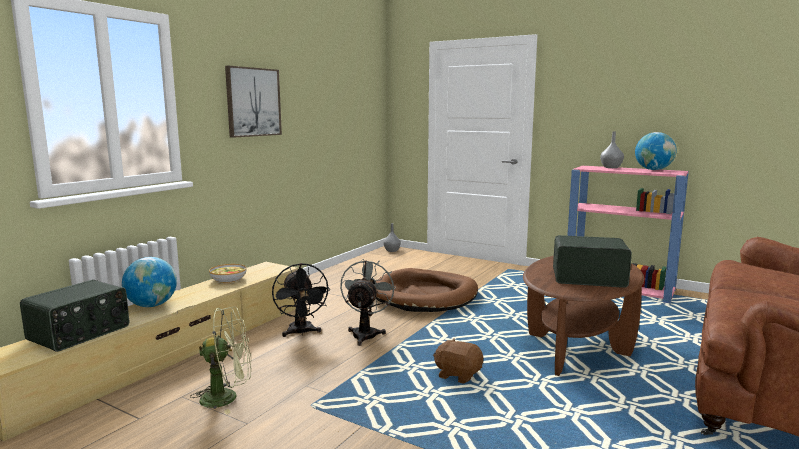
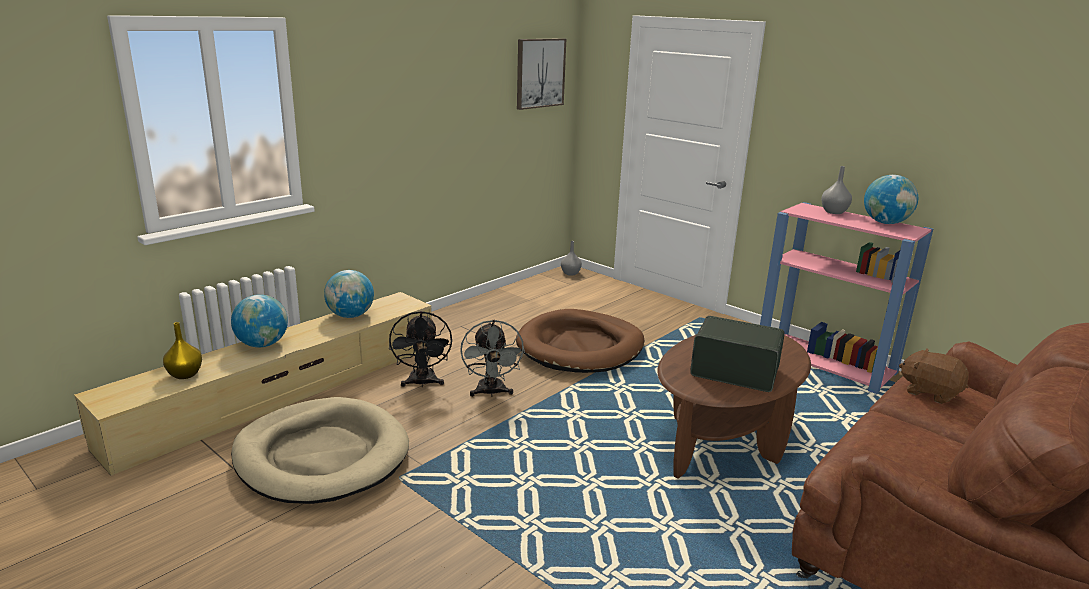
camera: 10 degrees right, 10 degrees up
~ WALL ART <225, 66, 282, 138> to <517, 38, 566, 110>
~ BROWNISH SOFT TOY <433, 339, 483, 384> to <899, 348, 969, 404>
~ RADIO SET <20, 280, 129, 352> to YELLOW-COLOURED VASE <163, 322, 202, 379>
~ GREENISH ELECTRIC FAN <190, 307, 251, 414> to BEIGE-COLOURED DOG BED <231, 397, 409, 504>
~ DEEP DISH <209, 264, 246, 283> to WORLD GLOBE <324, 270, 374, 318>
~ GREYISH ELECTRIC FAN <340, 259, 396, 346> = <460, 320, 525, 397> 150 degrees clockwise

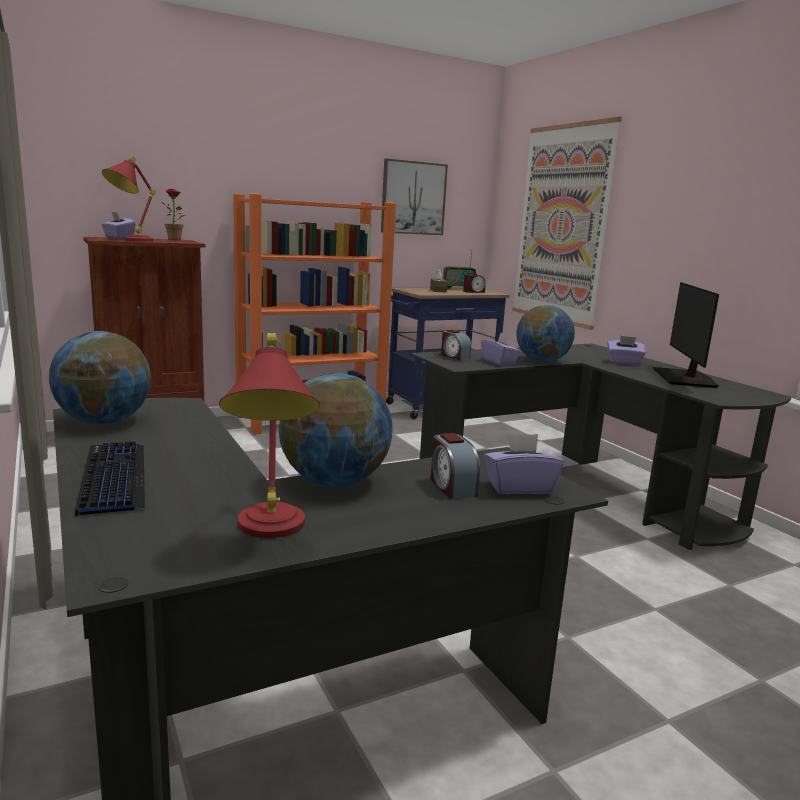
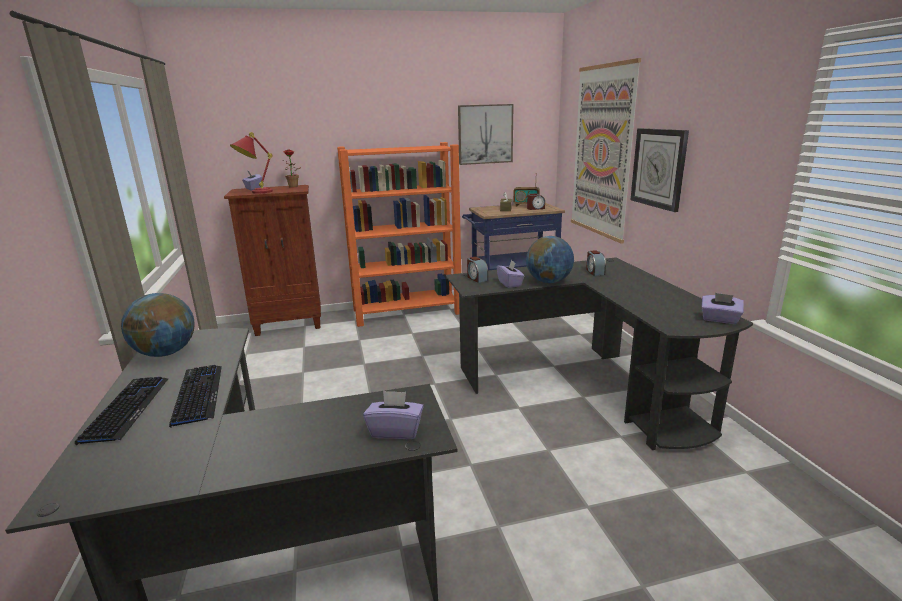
camera: 15 degrees right, 5 degrees up
- REDDISH LAMP FOR A TABLE <219, 333, 320, 538>
- WORLD GLOBE <279, 373, 393, 487>
- COMPUTER DISPLAY <653, 282, 719, 388>
+ KEYBOARD <169, 365, 222, 427>
+ CLOCK ON THE WALL <630, 128, 689, 212>
~ BEDSIDE CLOCK <431, 433, 480, 499> to <586, 250, 606, 276>
~ PURPLE-COLOURED TISSUE BOX <607, 335, 646, 365> to <702, 293, 744, 324>

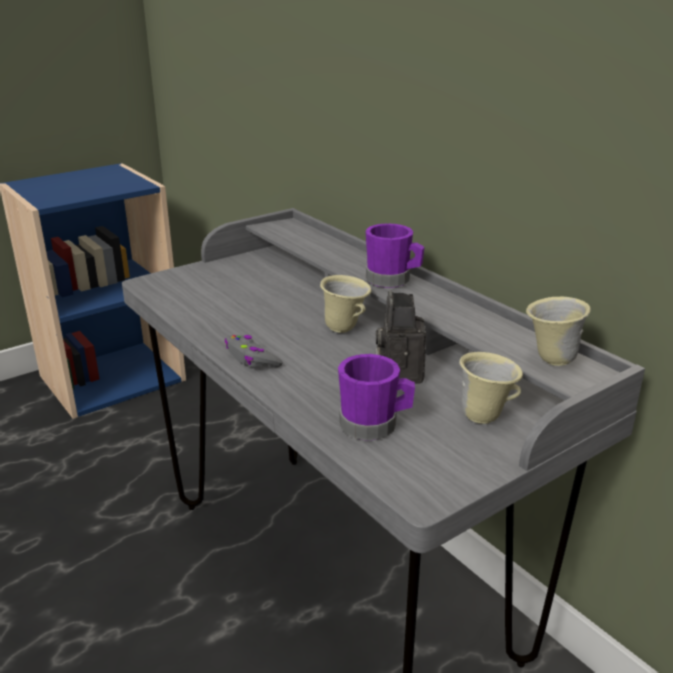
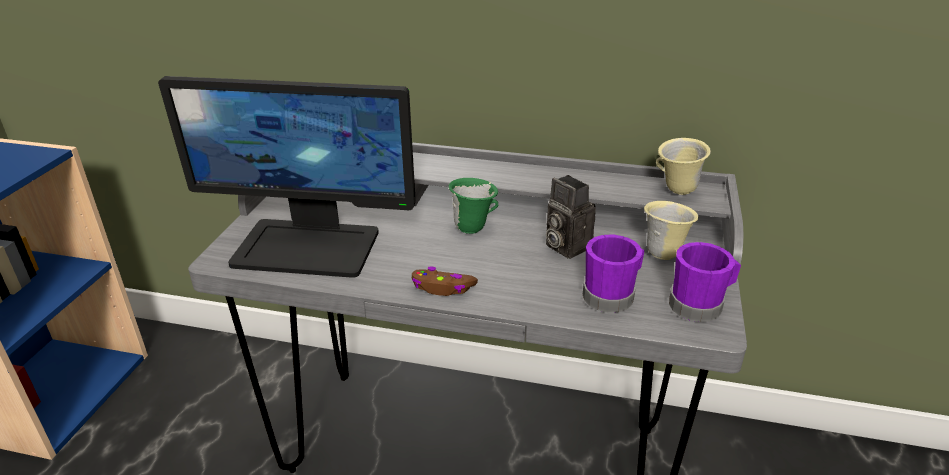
camera: 40 degrees left, 5 degrees up
+ COMPUTER DISPLAY <158, 76, 416, 278>
~ PURPLE-COLOURED TEA MUG <366, 223, 425, 288> to <669, 242, 741, 322>
~ GREYISH GAMEPAD <225, 335, 283, 368> to BROWNISH GAMEPAD <412, 266, 478, 296>
~ BEIGE-COLOURED TEA MUG <320, 275, 371, 333> to GREENISH TEA MUG <449, 178, 498, 234>

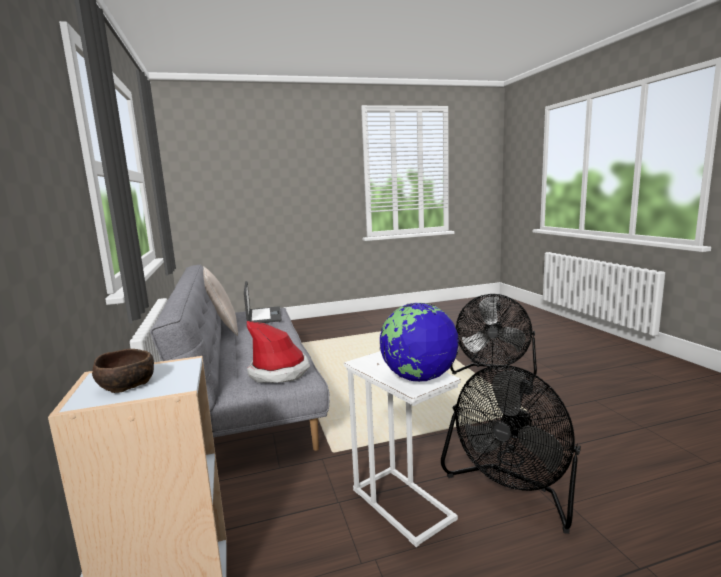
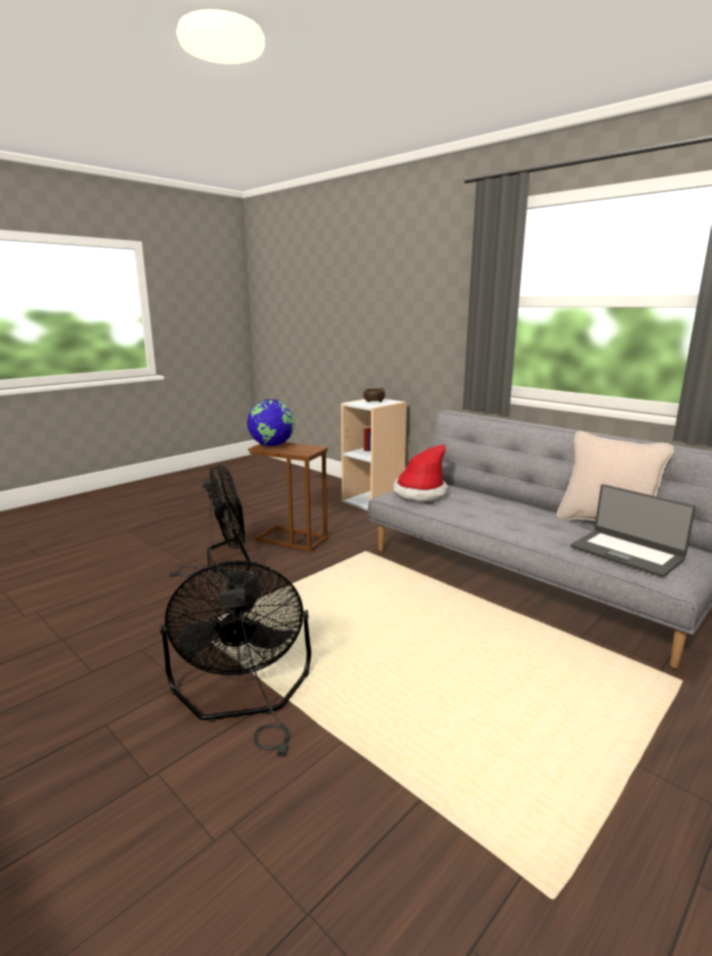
camera: 150 degrees right, 5 degrees up
~ WHITE END TABLE <344, 351, 460, 547> to BROWNISH END TABLE <248, 442, 328, 552>
~ BLACK ELECTRIC FAN <441, 365, 581, 534> = <167, 464, 250, 577> 60 degrees clockwise

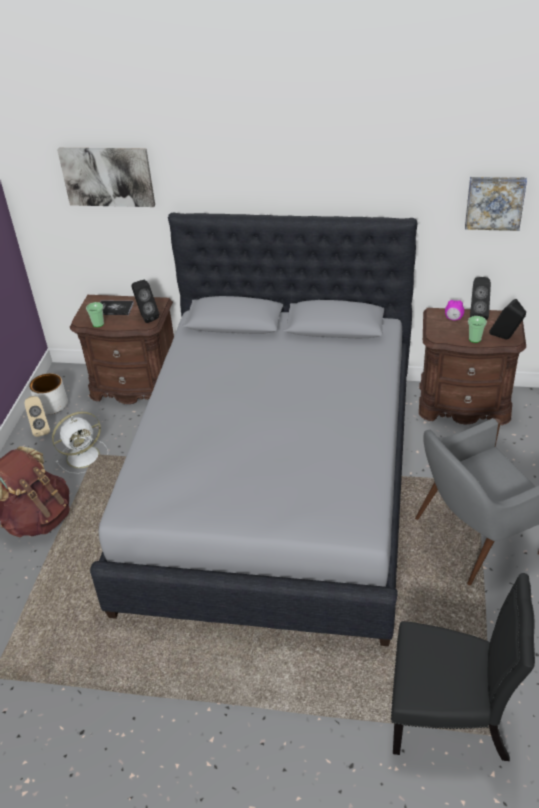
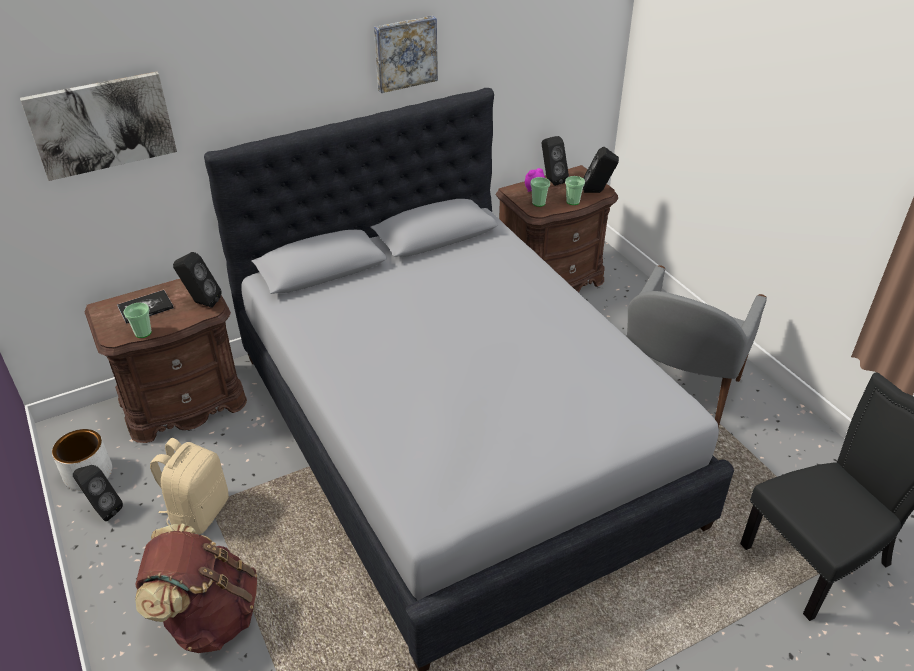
camera: 40 degrees left, 0 degrees up
+ SMALL CUP <531, 177, 550, 207>
~ WALL ART <465, 177, 527, 231> to <374, 16, 438, 93>
~ WHITE ELECTRIC FAN <52, 411, 108, 474> to BEIGE-COLOURED KNAPSACK <150, 438, 228, 534>
~ BEIGE-COLOURED AUDIO SPEAKER <25, 396, 50, 437> to BLACK AUDIO SPEAKER <73, 465, 123, 521>

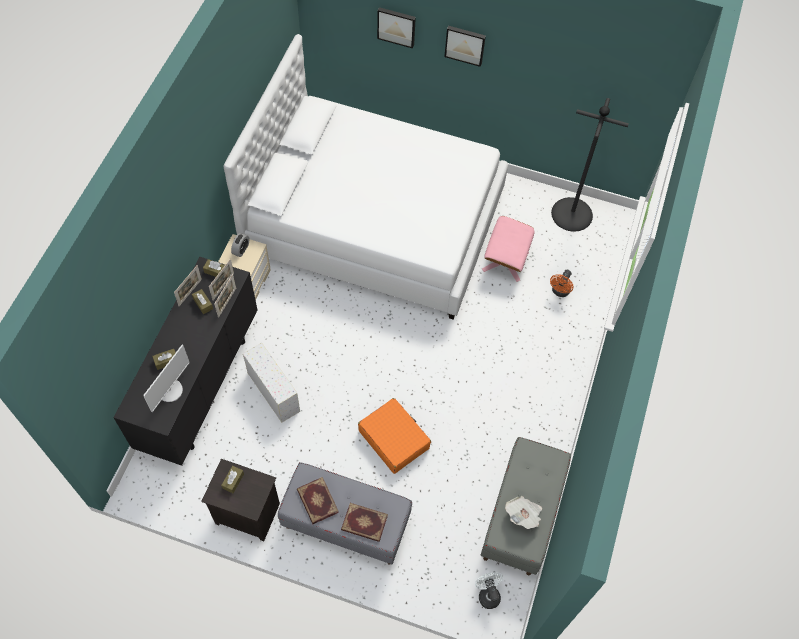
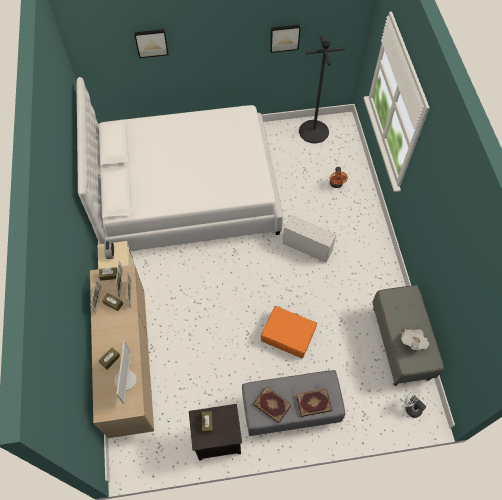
camera: 25 degrees left, 0 degrees up
- PINK-COLOURED OTTOMAN <482, 216, 535, 282>
~ WHITE STORAGE BOX <243, 343, 300, 422> to <283, 215, 336, 263>
~ WALL ART <444, 26, 486, 67> to <270, 25, 301, 53>
~ BLACK CHEST OF DRAWERS <113, 257, 257, 466> to BEIGE-COLOURED CHEST OF DRAWERS <90, 264, 154, 438>

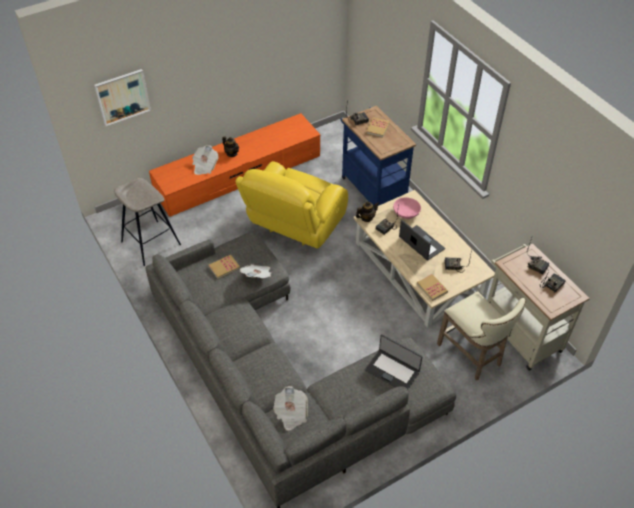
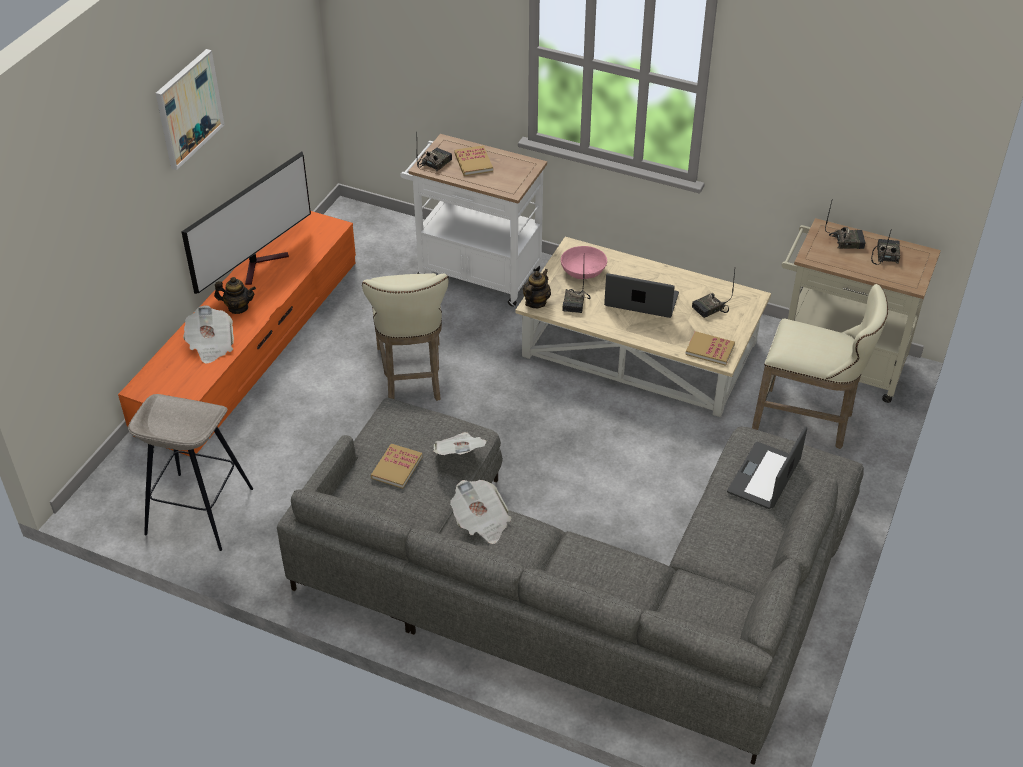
camera: 35 degrees left, 5 degrees down
+ TV <181, 152, 311, 294>
~ WALL ART <94, 69, 151, 126> to <156, 49, 224, 170>
~ DAILY PAPER <273, 386, 308, 431> to <450, 480, 512, 544>
~ YELLOW-COLOURED EASY CHAIR <235, 161, 348, 248> to BEIGE-COLOURED STOOL SEAT <362, 273, 449, 401>
~ BLUE-COLOURED CART <340, 106, 416, 206> to WHITE CART <400, 134, 547, 307>
~ PORTABLE COMPUTER <365, 334, 423, 390> = <727, 426, 807, 509> 120 degrees clockwise

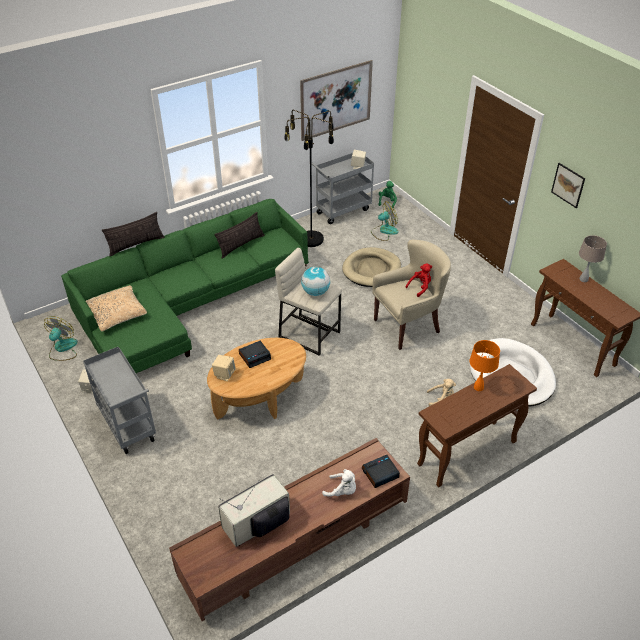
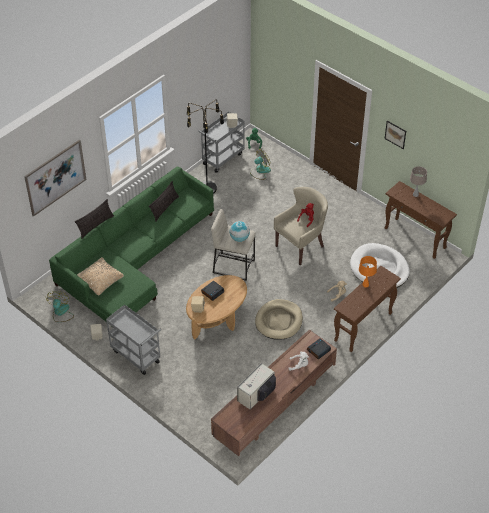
camera: 15 degrees left, 5 degrees up
~ WALL ART <300, 60, 373, 141> to <24, 140, 86, 217>
~ BEIGE-COLOURED DOG BED <342, 247, 401, 287> to <255, 299, 303, 340>

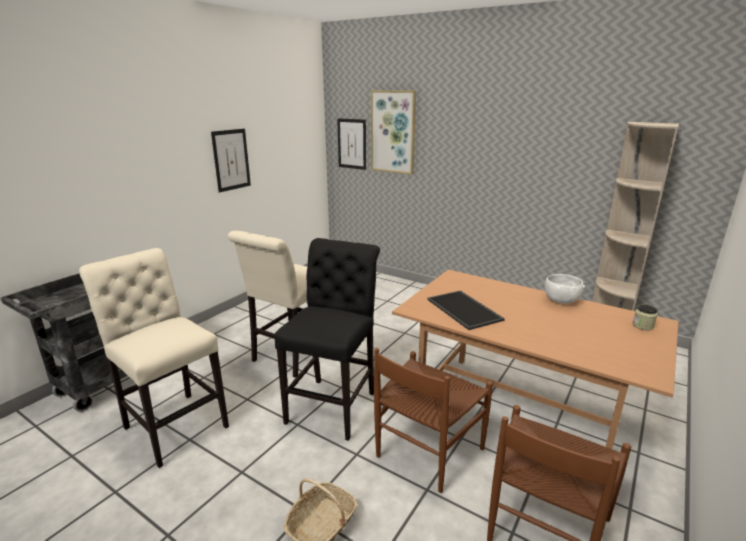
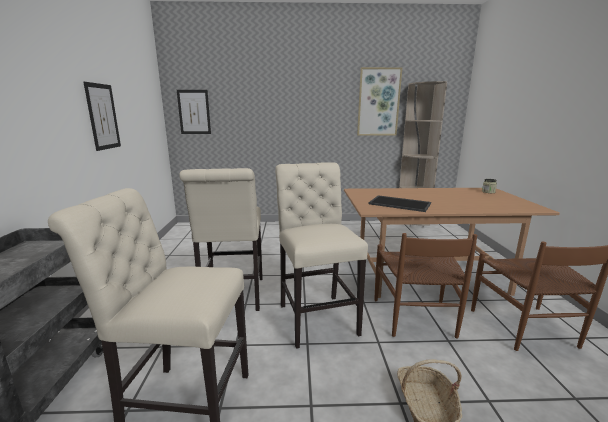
camera: 35 degrees left, 5 degrees down
- WHITE DEEP DISH <545, 274, 585, 304>
~ WALL ART <371, 90, 416, 174> to <357, 67, 402, 136>
~ BLACK STOOL SEAT <274, 238, 380, 441> to BEIGE-COLOURED STOOL SEAT <275, 162, 368, 349>

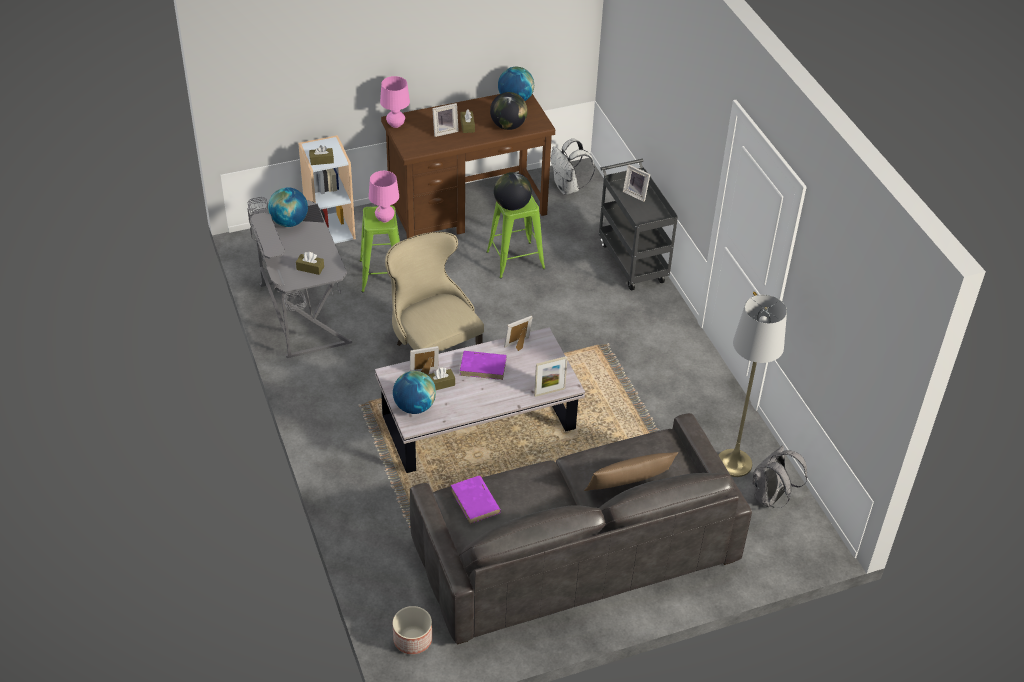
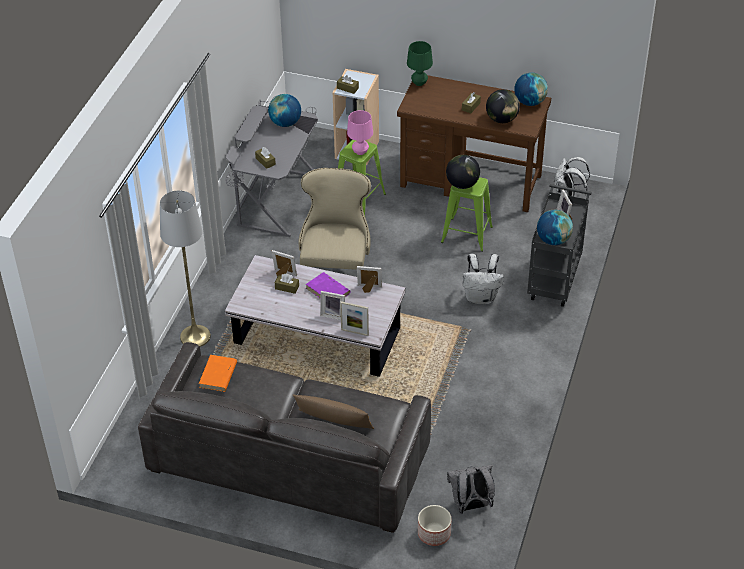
camera: 40 degrees right, 0 degrees up
+ WHITE KNAPSACK <462, 253, 504, 304>
~ WORLD GLOBE <393, 371, 436, 414> to <537, 210, 573, 245>
~ FLOWER POT <393, 606, 432, 654> to <418, 505, 451, 546>
~ STANDING FRAME <432, 103, 459, 137> to <320, 291, 345, 320>
~ GREYISH STANDARD LAMP <718, 295, 787, 477> to <160, 191, 211, 347>
~ PINK-COLOURED LAMP FOR A TABLE <380, 76, 410, 128> to GREENISH LAMP FOR A TABLE <407, 41, 433, 86>
~ PURPLE-COLOURED VOLUME <451, 476, 501, 524> to ORANGEY VOLUME <199, 355, 237, 392>

